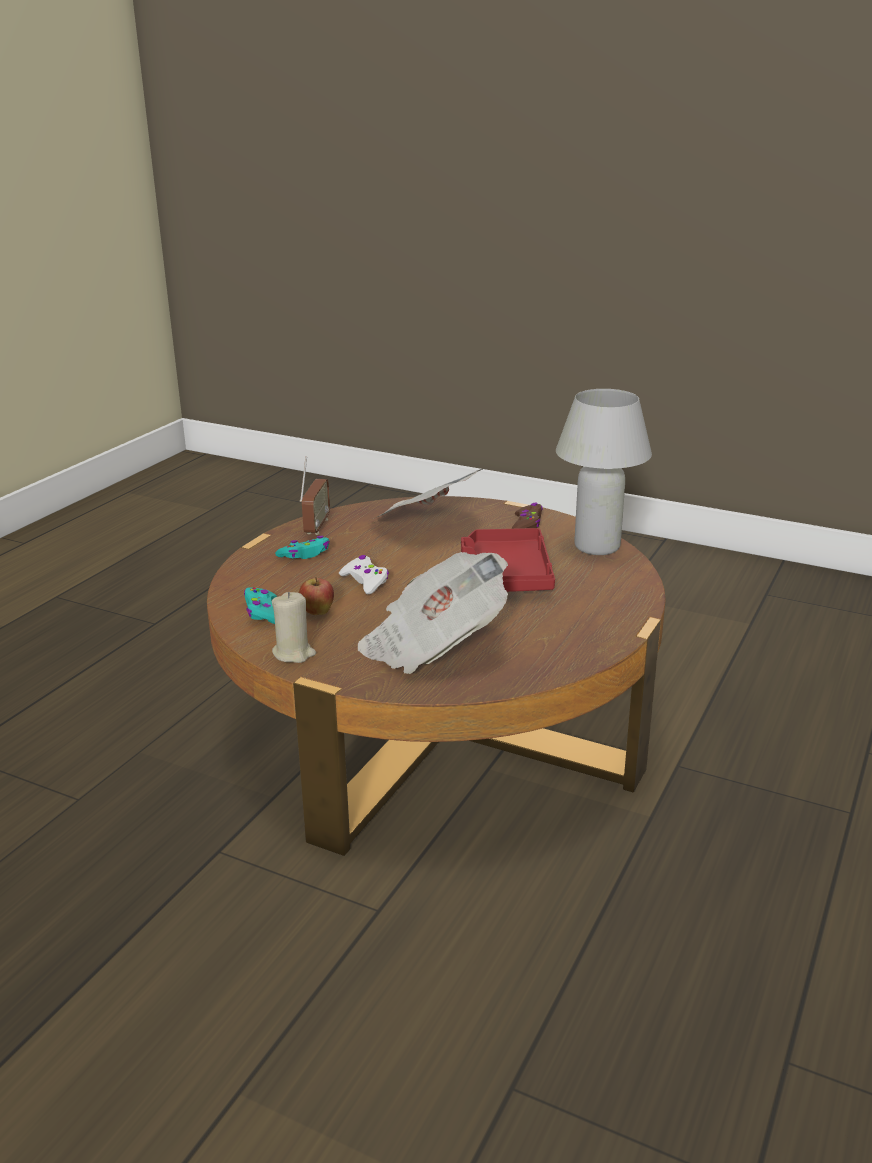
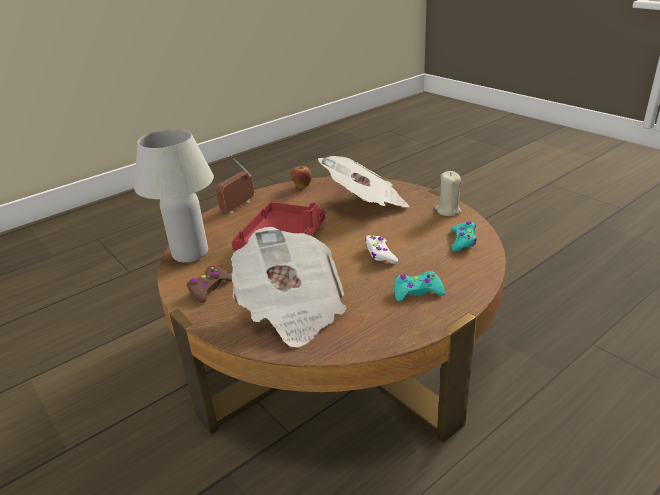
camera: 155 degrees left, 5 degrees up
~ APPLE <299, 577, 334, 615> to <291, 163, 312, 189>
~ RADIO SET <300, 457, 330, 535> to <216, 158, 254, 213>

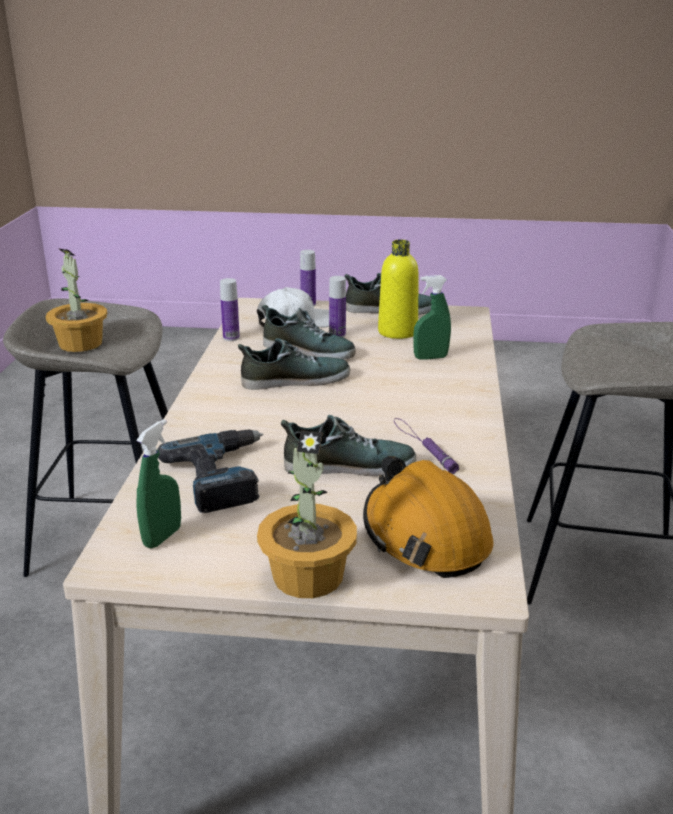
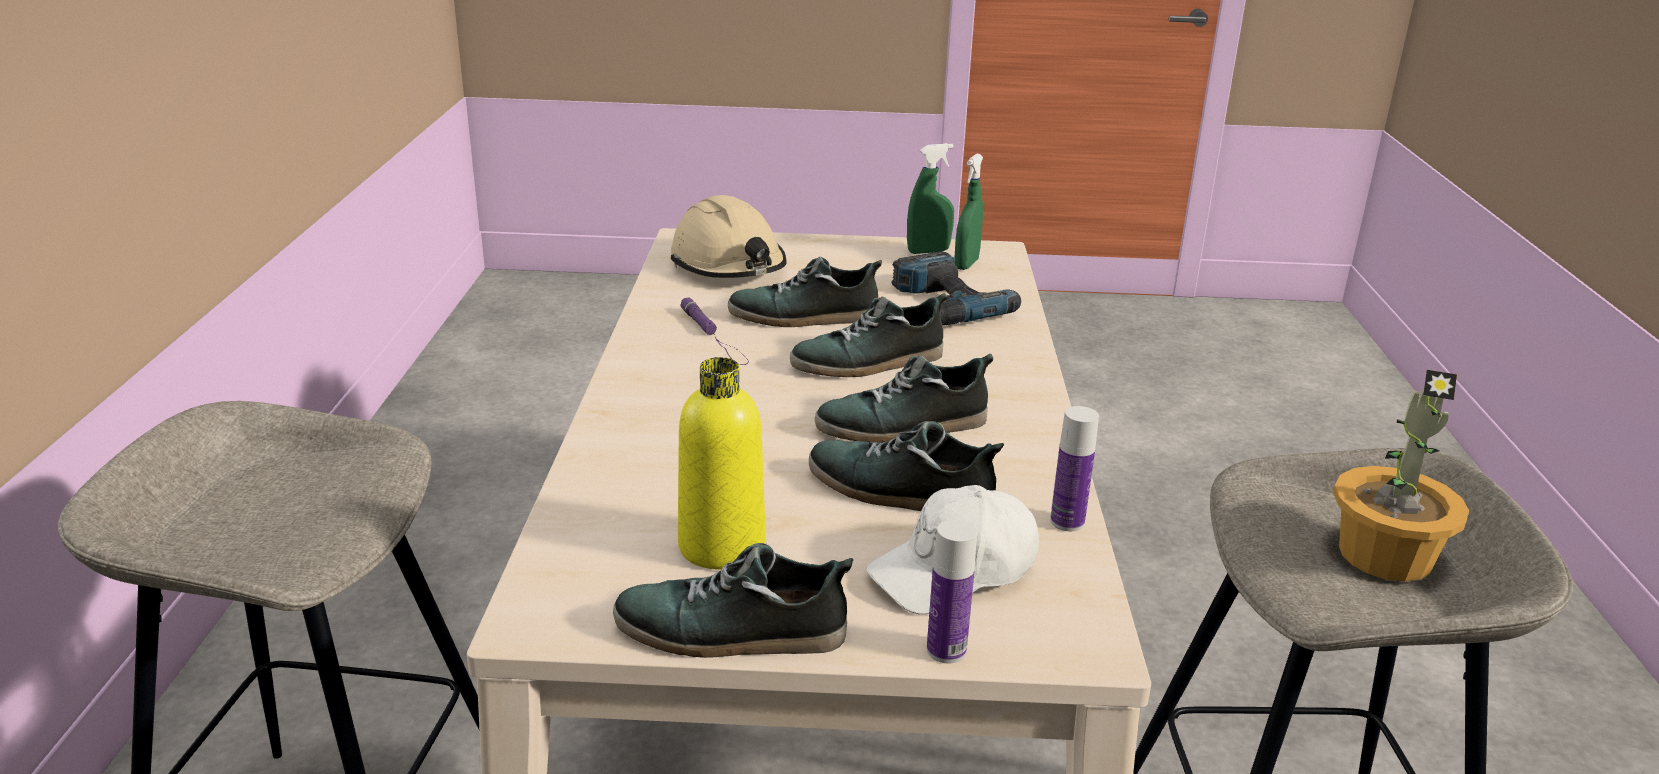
camera: 175 degrees right, 0 degrees up
- HOUSEPLANT <257, 430, 357, 598>
- BOTTLE <329, 276, 346, 337>
+ LOW SHOE <790, 293, 947, 377>
~ GREENISH SPRAYER <413, 275, 451, 360> to <907, 143, 954, 254>
~ ORANGEY SAFETY HELMET <363, 456, 493, 578> to BEIGE-COLOURED SAFETY HELMET <671, 195, 787, 278>

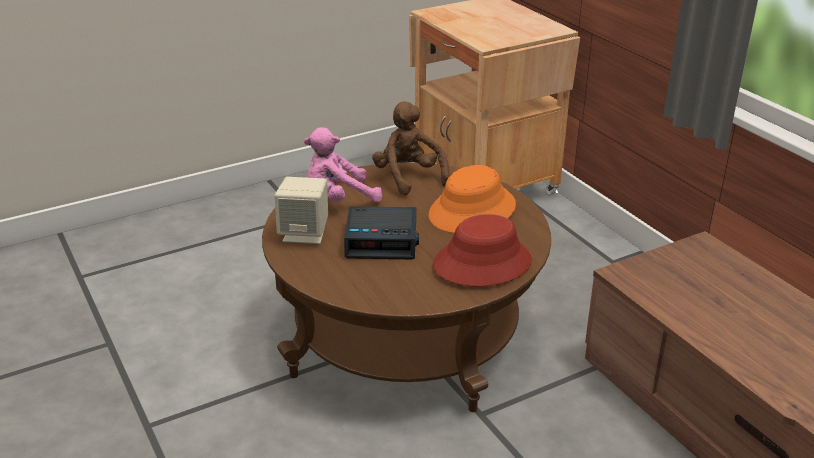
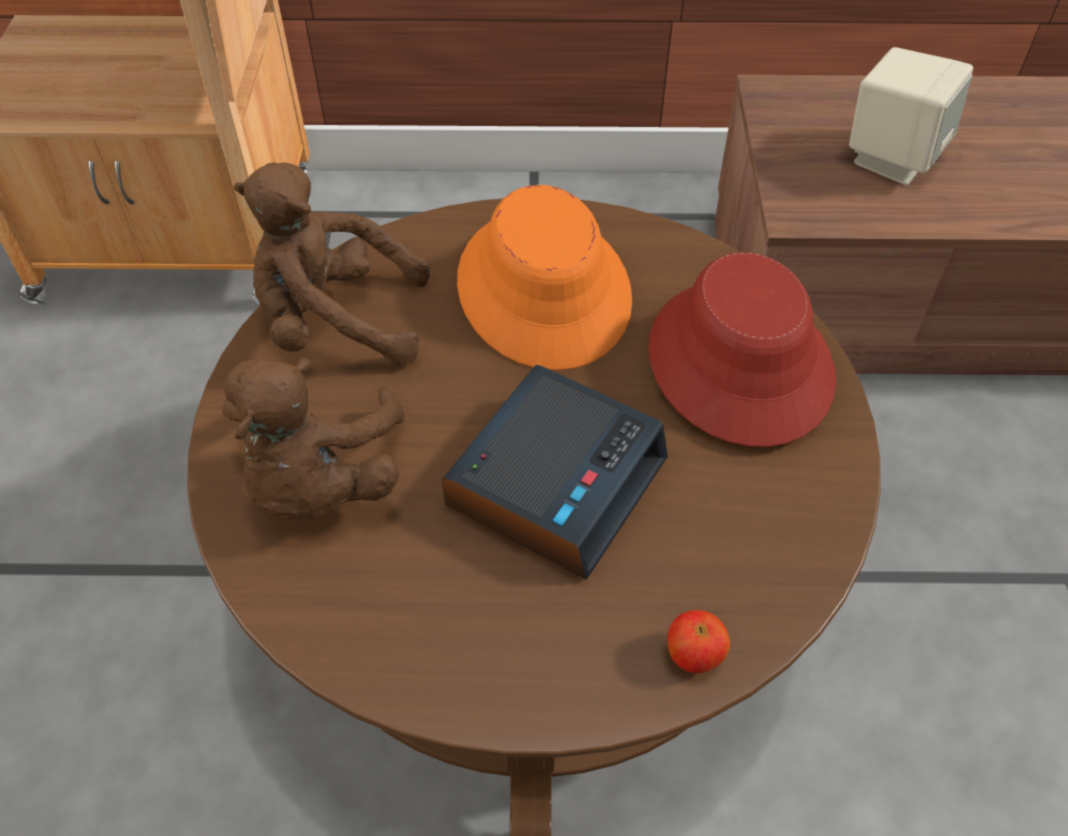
camera: 60 degrees left, 20 degrees up
+ APPLE <667, 610, 730, 673>
~ BEIGE-COLOURED AUDIO SPEAKER <274, 177, 328, 244> to <849, 47, 973, 185>
~ PINK-COLOURED SOFT TOY <304, 127, 382, 202> to BROWNISH SOFT TOY <222, 358, 405, 520>

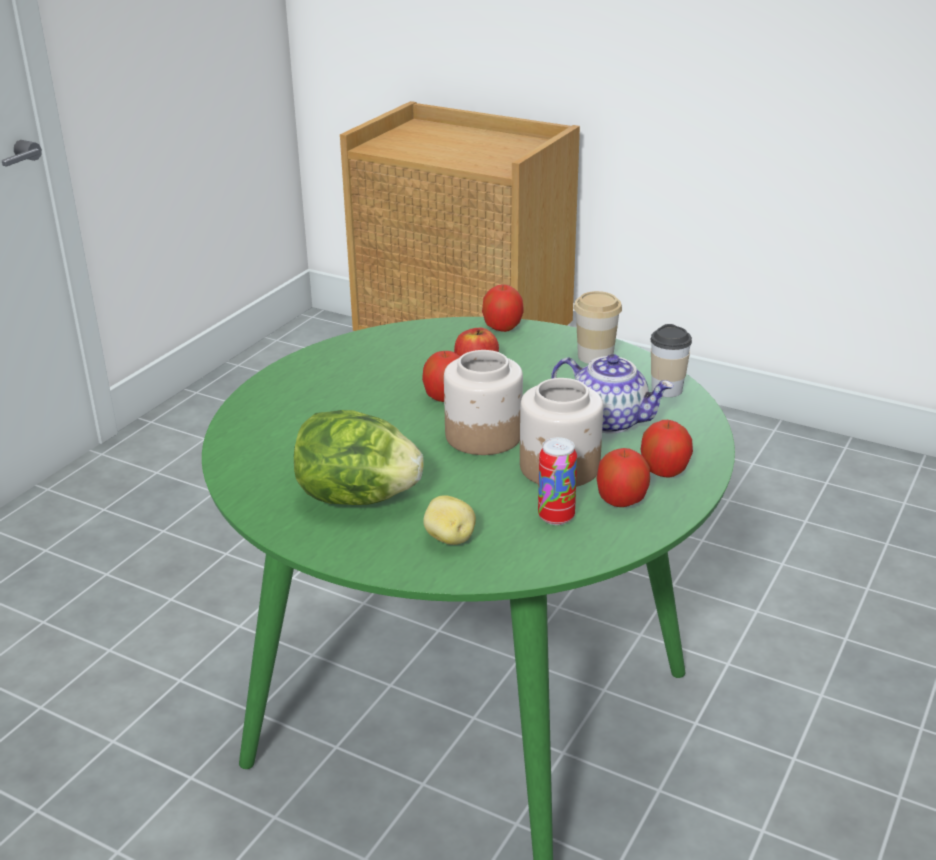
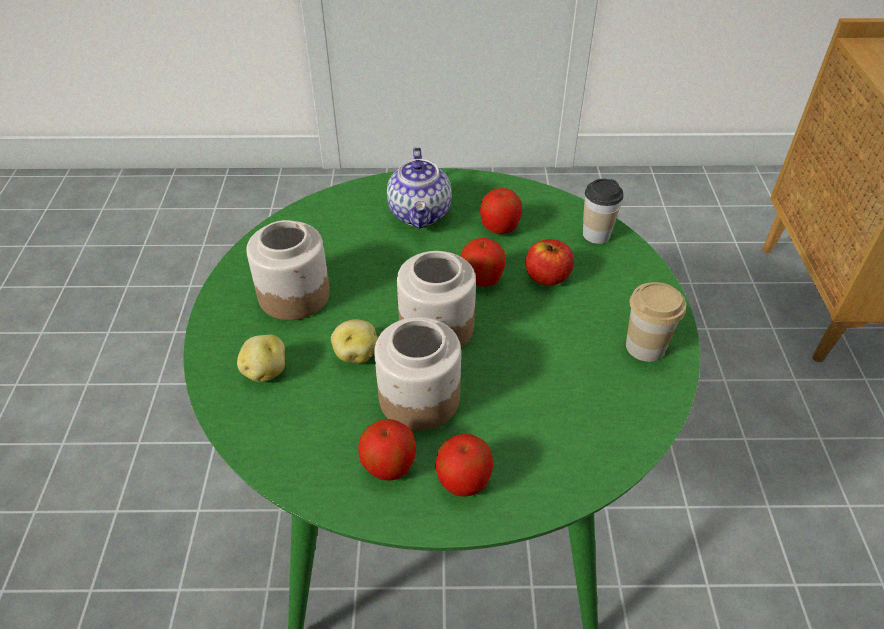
camera: 60 degrees right, 15 degrees up
- METAL CAN <538, 437, 577, 525>
+ POTATO <331, 319, 378, 363>
~ APPLE <482, 284, 524, 332> to <480, 188, 522, 234>
~ TEA POT <551, 354, 674, 434> to <387, 147, 452, 229>
~ SMALL CUP <650, 324, 692, 397> to <583, 179, 623, 244>
~ LETTUCE HEAD <294, 410, 424, 505> to JAR <246, 220, 330, 320>

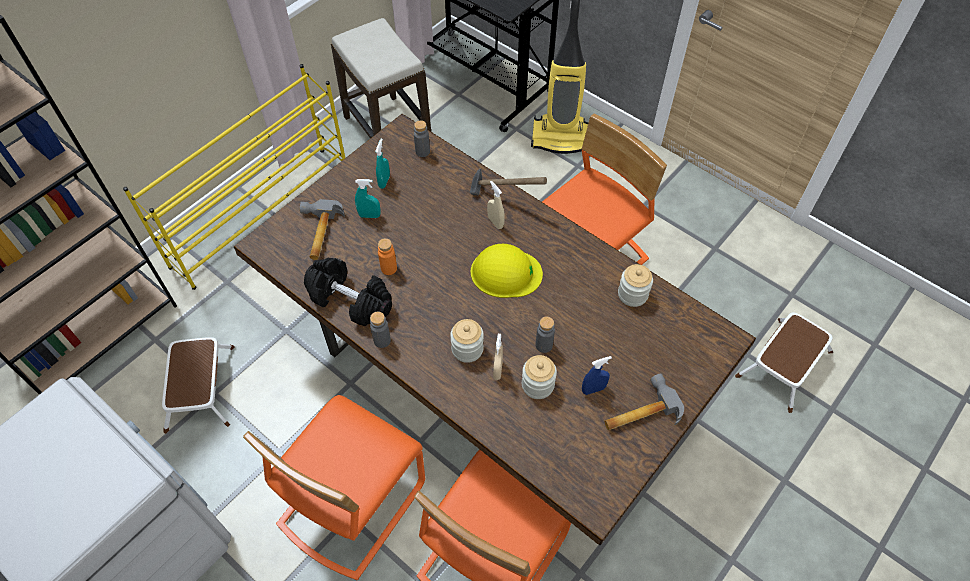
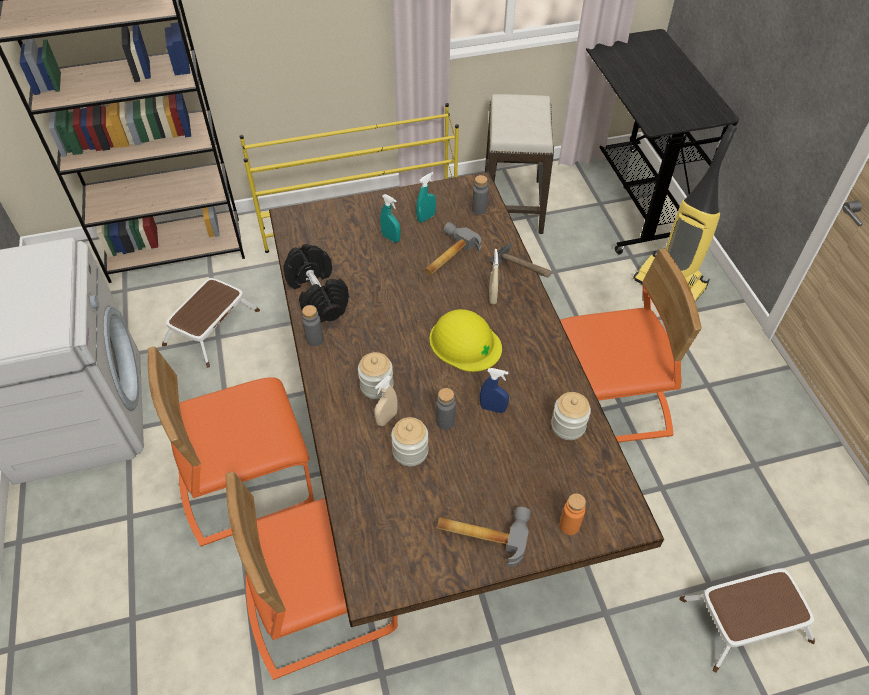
camera: 35 degrees right, 5 degrees down
~ HAMMER <300, 199, 345, 260> to <424, 222, 481, 276>
~ ORANGEY BOTTLE <378, 238, 397, 275> to <559, 493, 586, 535>
~ BLUE-COLOURED SPRAYER <582, 356, 612, 395> to <480, 368, 509, 413>

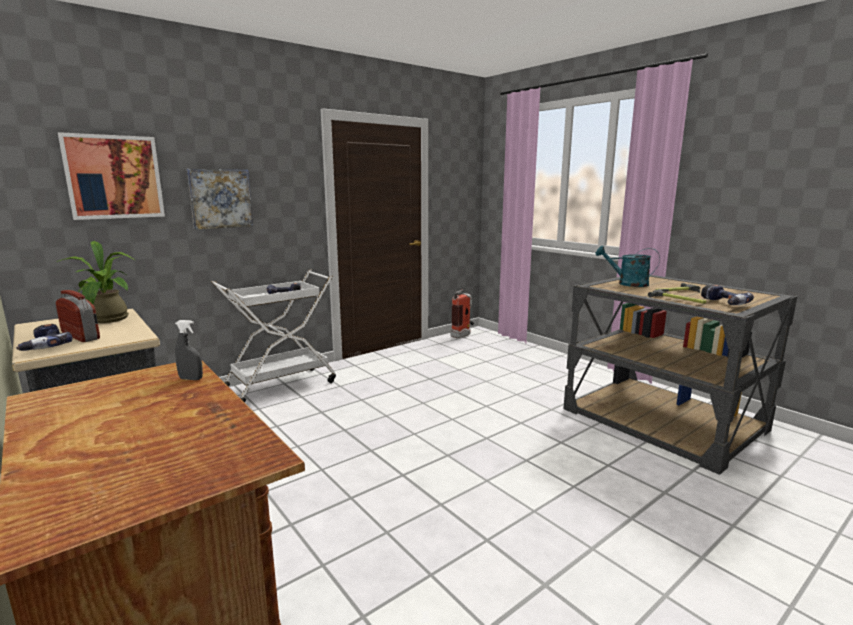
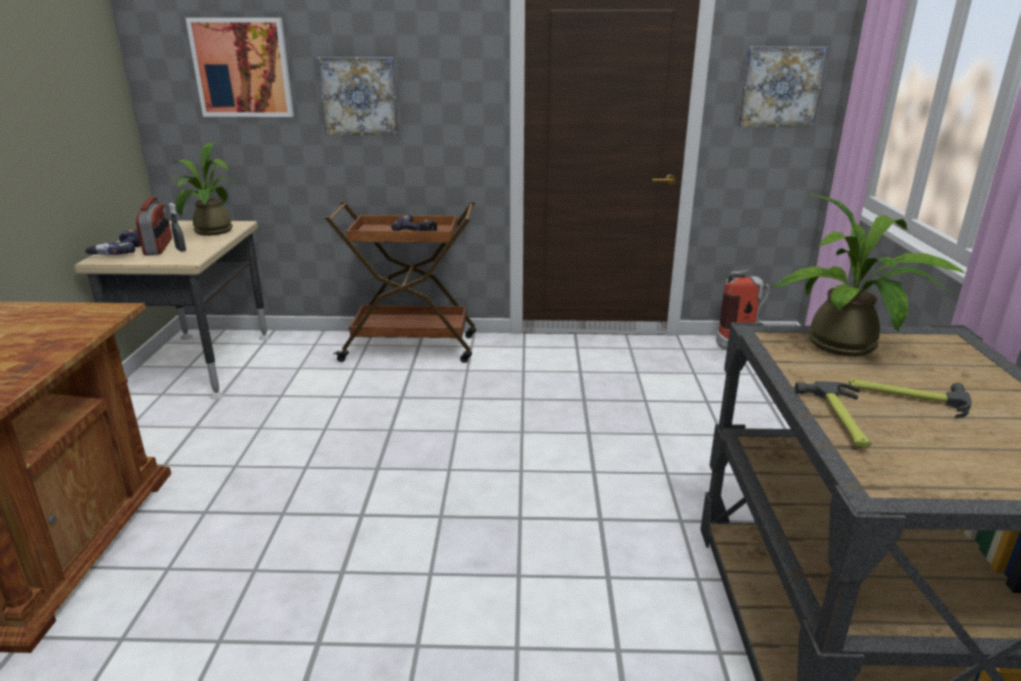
camera: 40 degrees right, 10 degrees up
- ELECTRIC DRILL <701, 285, 754, 305>
+ WALL ART <738, 47, 828, 127>
~ GREYISH SPRAYER <175, 320, 203, 380> to <169, 203, 186, 251>
~ TURQUOISE-COLOURED WATERING CAN <595, 246, 660, 287> to HOUSEPLANT <772, 193, 965, 357>
~ WHITE CART <211, 269, 336, 402> to BROWNISH CART <324, 201, 476, 363>

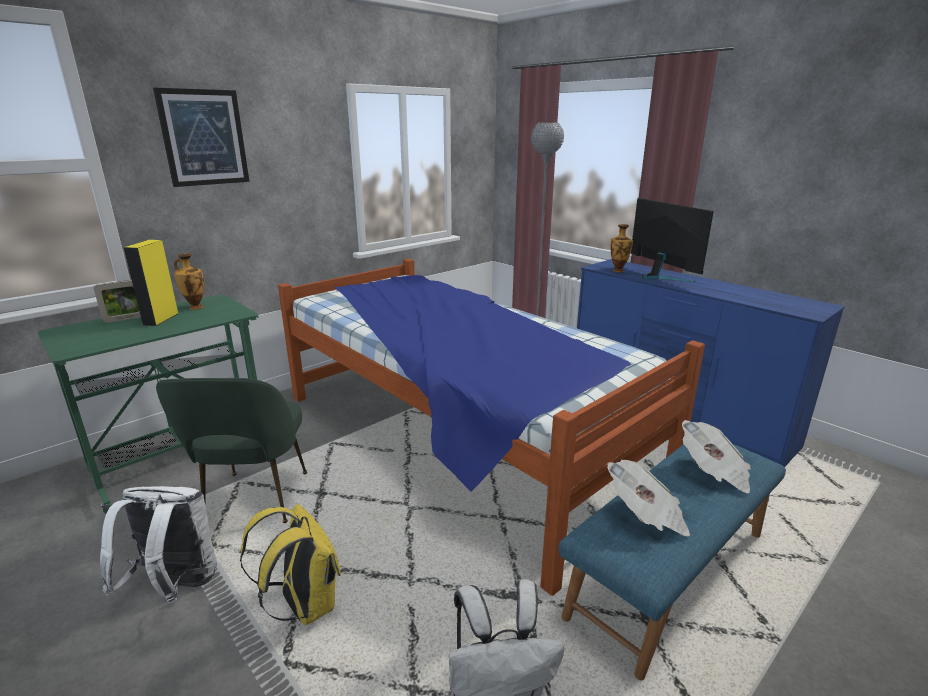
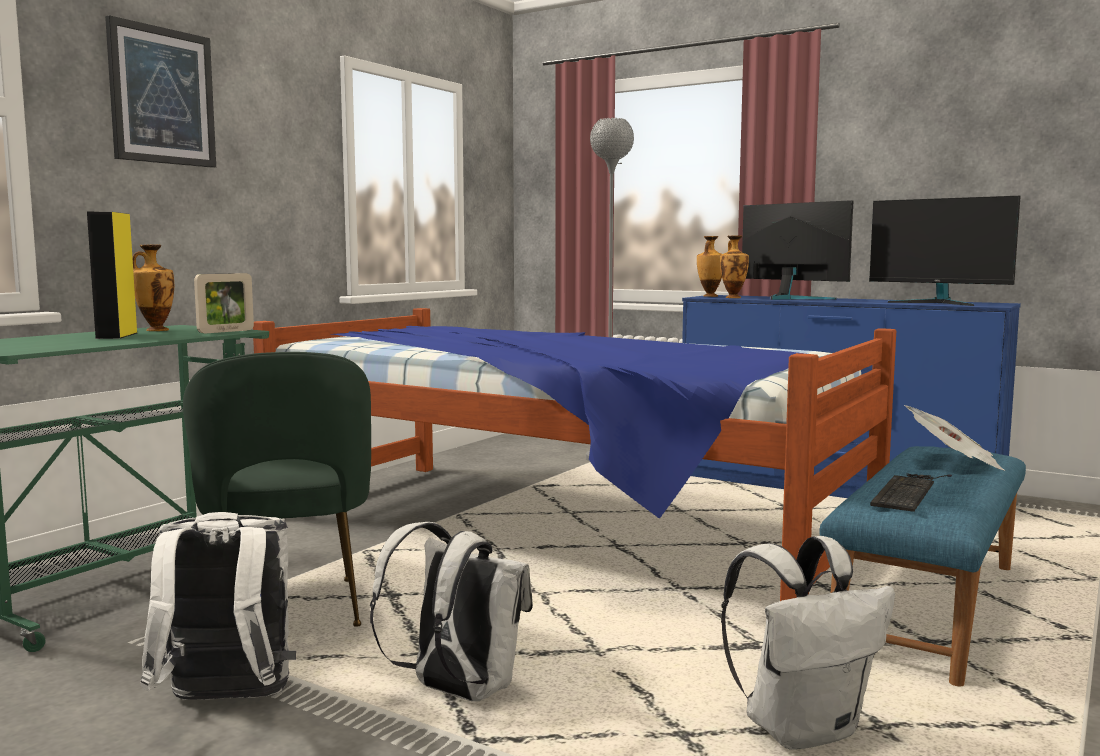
camera: 15 degrees left, 15 degrees down
+ VASE <697, 236, 722, 297>
+ COMPUTER DISPLAY <869, 196, 1020, 306>
~ STANDING FRAME <94, 280, 141, 323> to <194, 273, 254, 333>
~ DAILY PAPER <607, 460, 690, 536> to KEYBOARD <870, 473, 952, 512>
~ YELLOW-COLOURED KNAPSACK <240, 504, 341, 625> to WHITE KNAPSACK <370, 522, 533, 702>

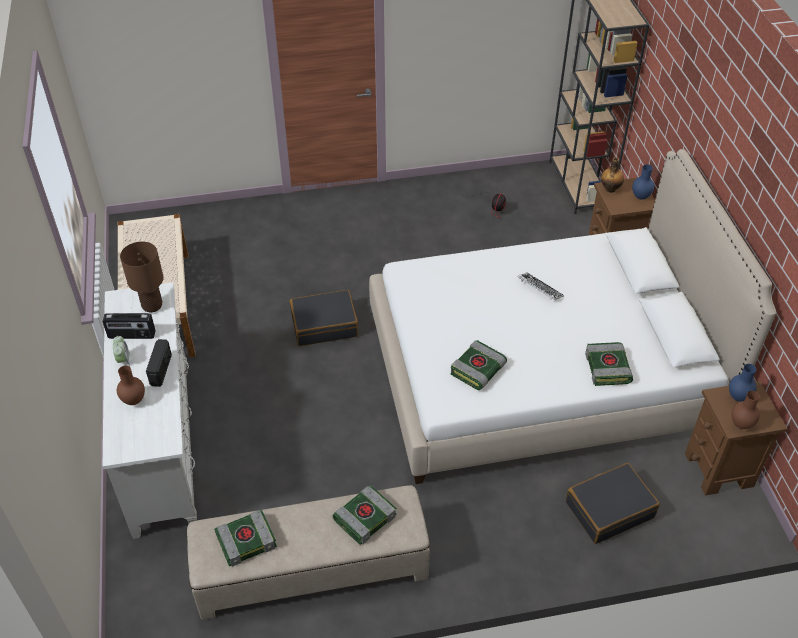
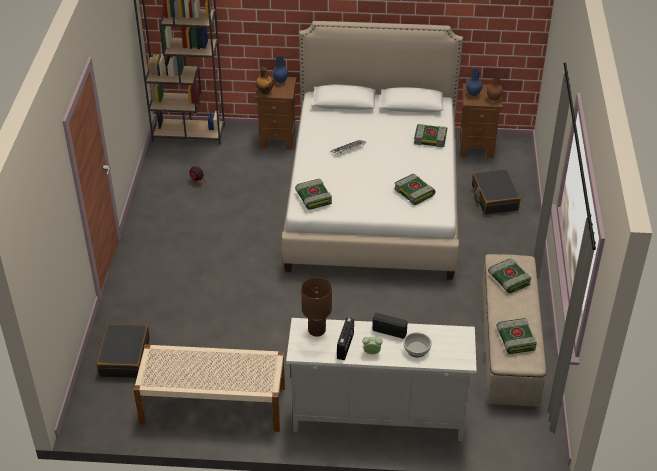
camera: 75 degrees left, 5 degrees down
+ VOLUME <295, 178, 332, 210>
~ BLACK PIECE OF LUGGAGE <290, 290, 358, 346> to <97, 324, 150, 378>
~ BROWNISH VASE <117, 366, 145, 405> to DEEP DISH <403, 332, 432, 357>

